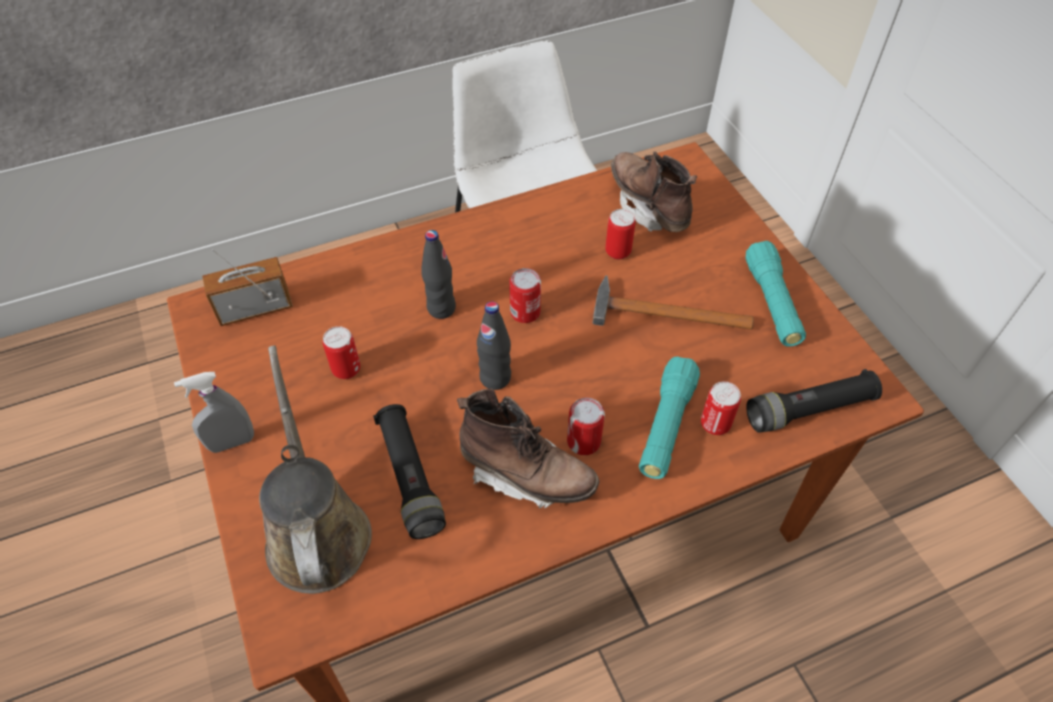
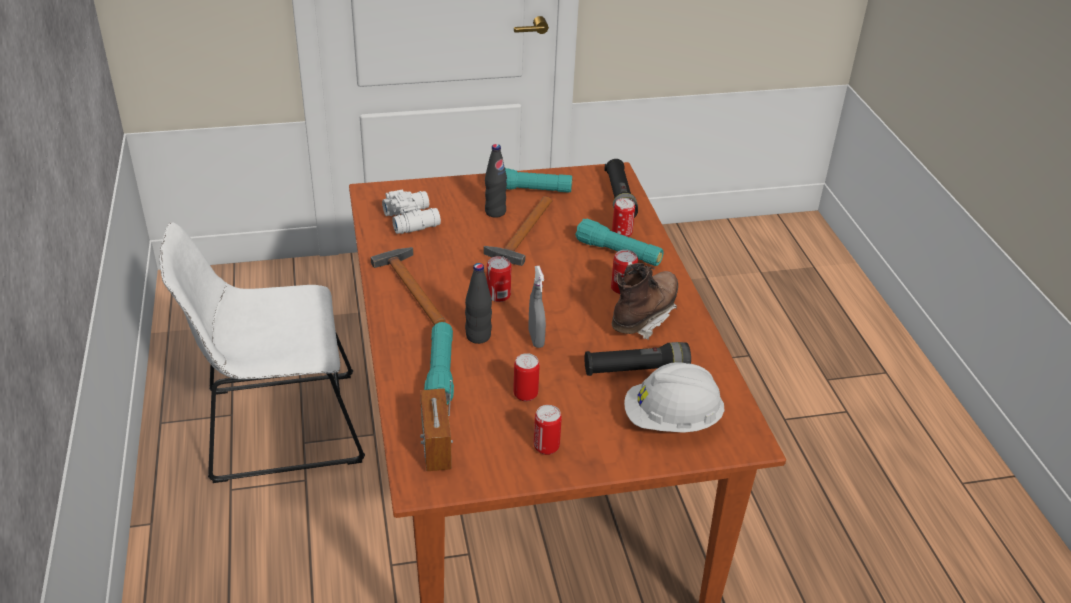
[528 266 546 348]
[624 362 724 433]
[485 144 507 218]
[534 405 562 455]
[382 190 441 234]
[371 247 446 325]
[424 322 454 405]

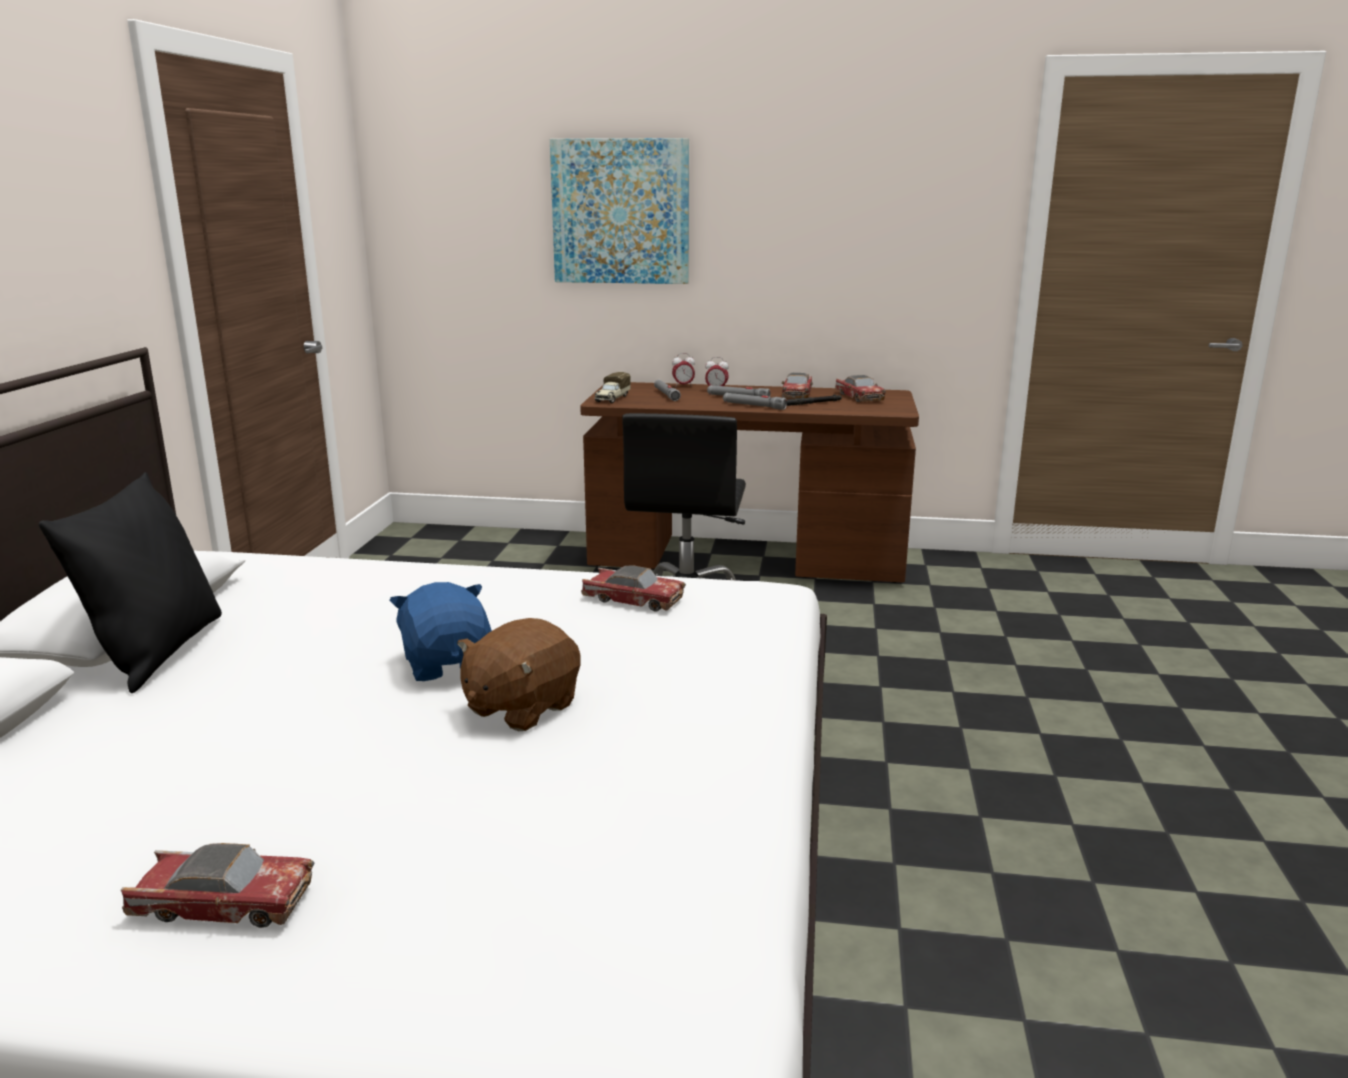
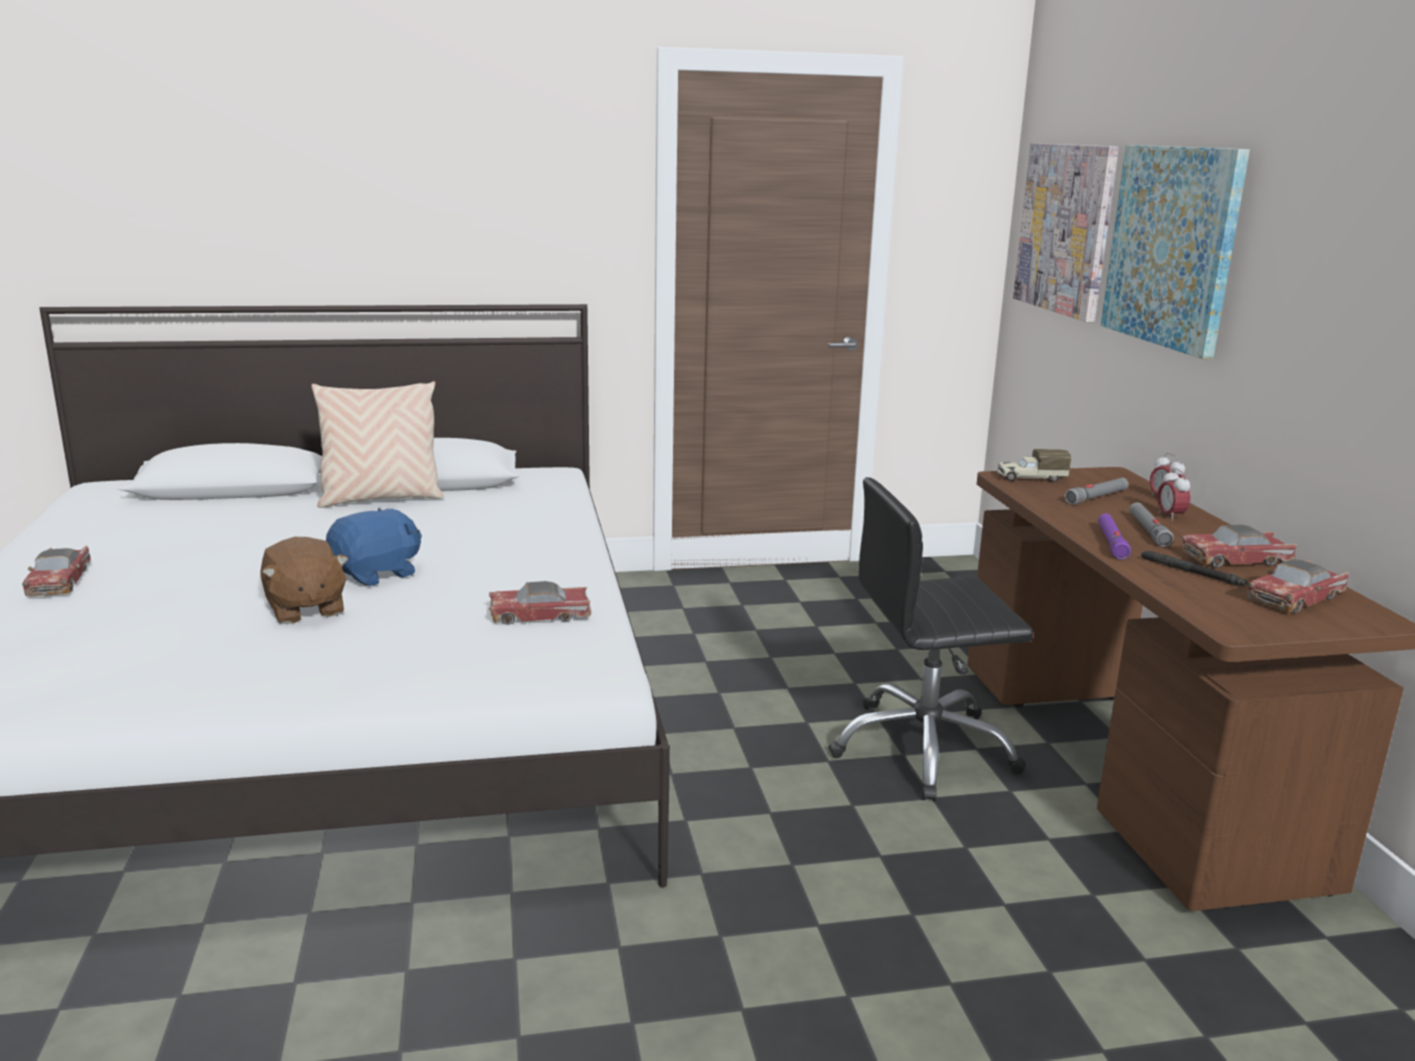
[311 381 444 508]
[260 537 349 624]
[489 581 591 625]
[1098 513 1131 560]
[1013 143 1119 322]

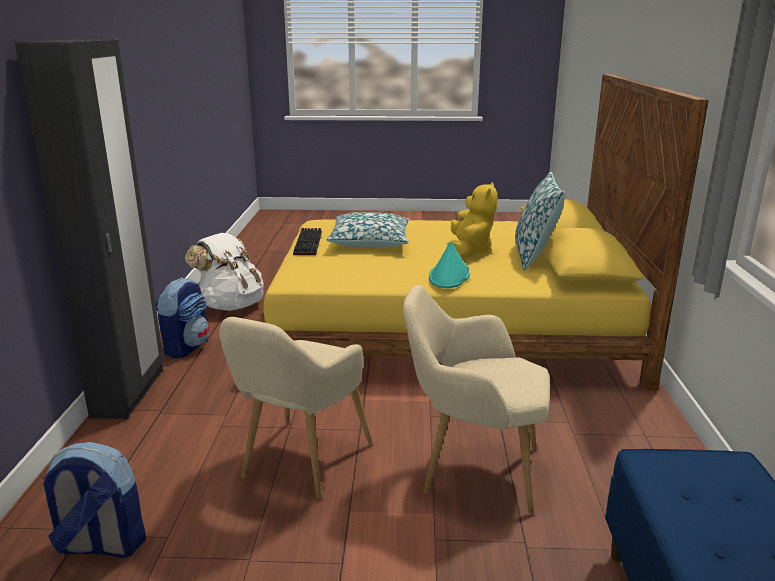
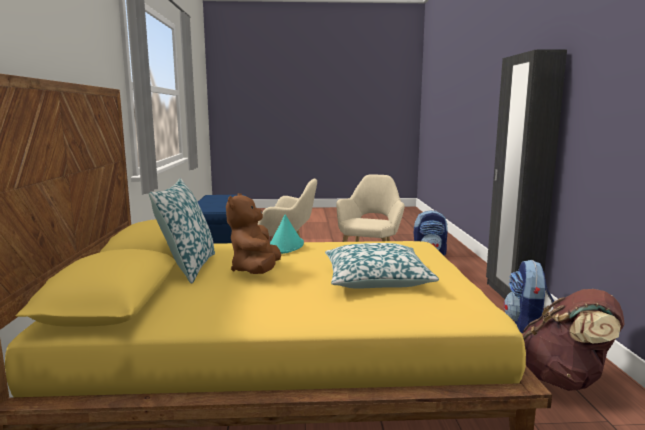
[523 289 625 391]
[293 228 322 255] (first image)
[226 193 281 274]

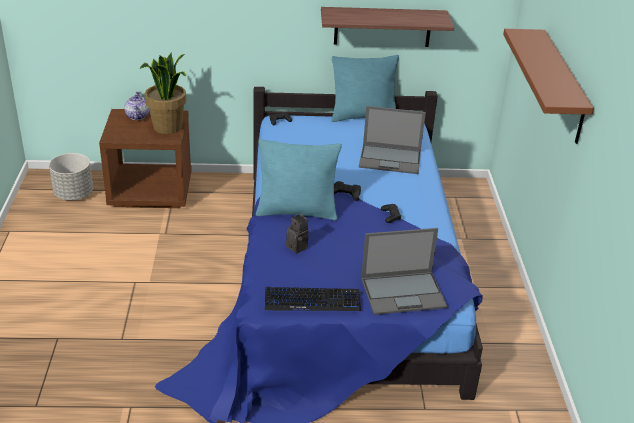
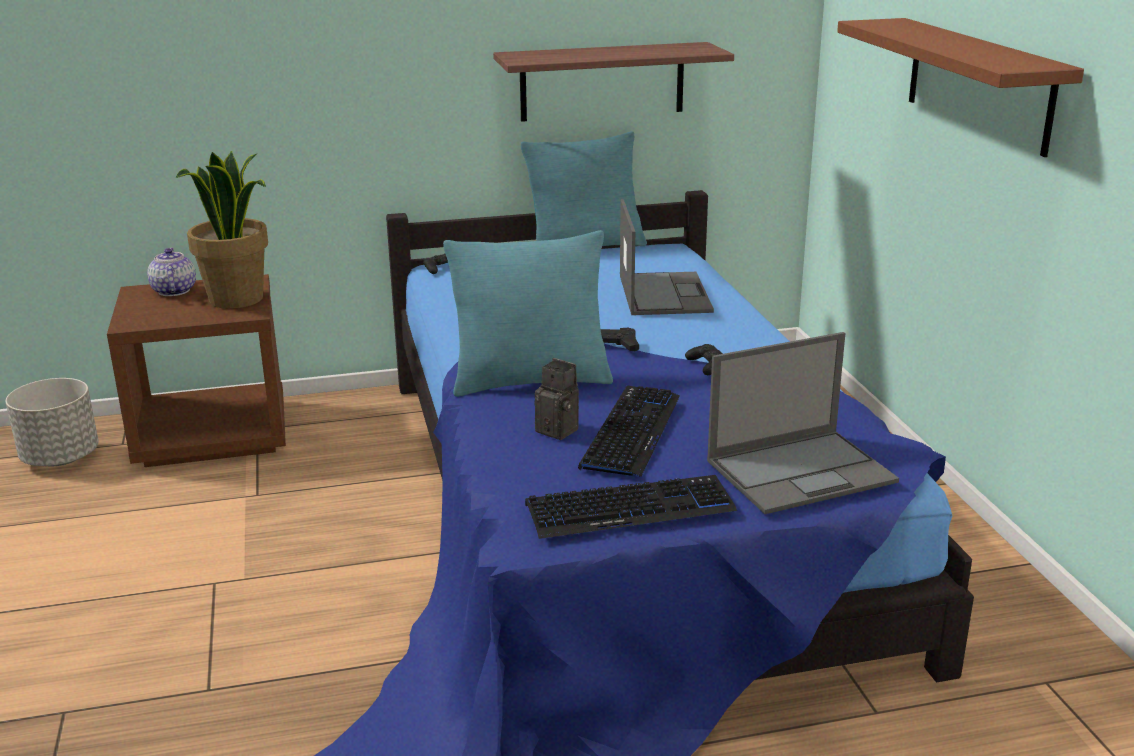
[620 199 714 315]
[578 386 680 477]

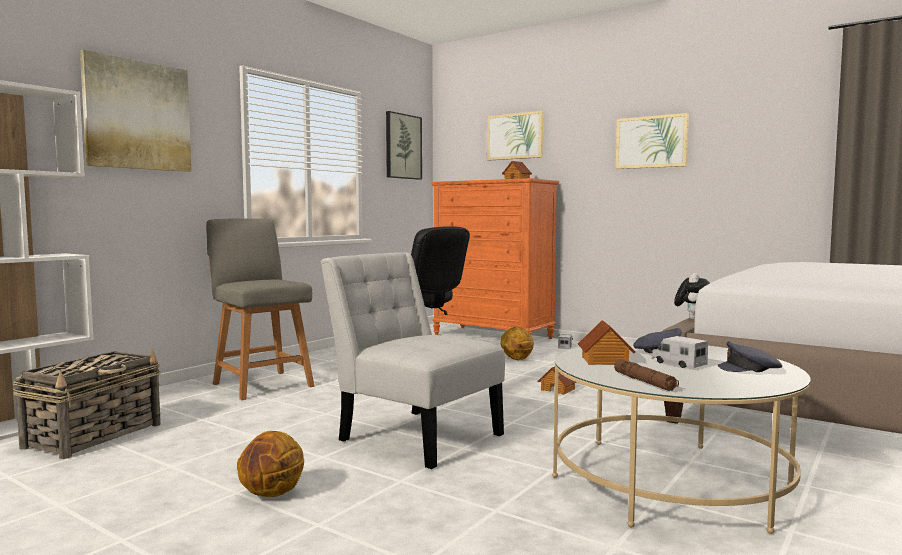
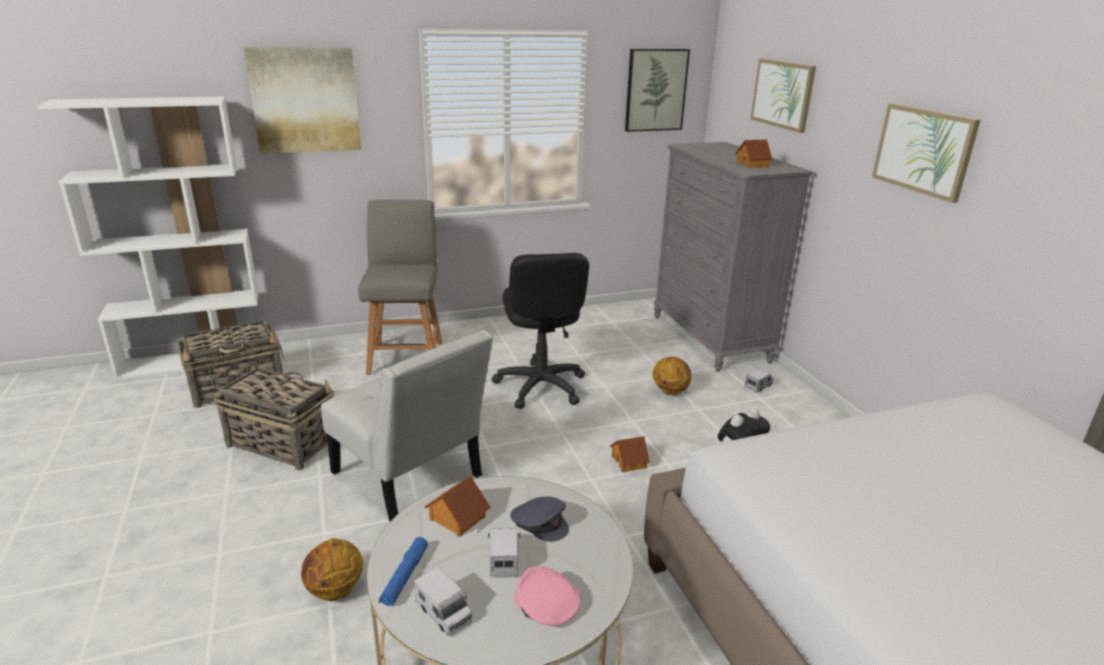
[301 538 363 601]
[321 330 493 522]
[654 142 813 372]
[378 537 428 606]
[514 566 581 626]
[214 361 335 470]
[414 567 473 636]

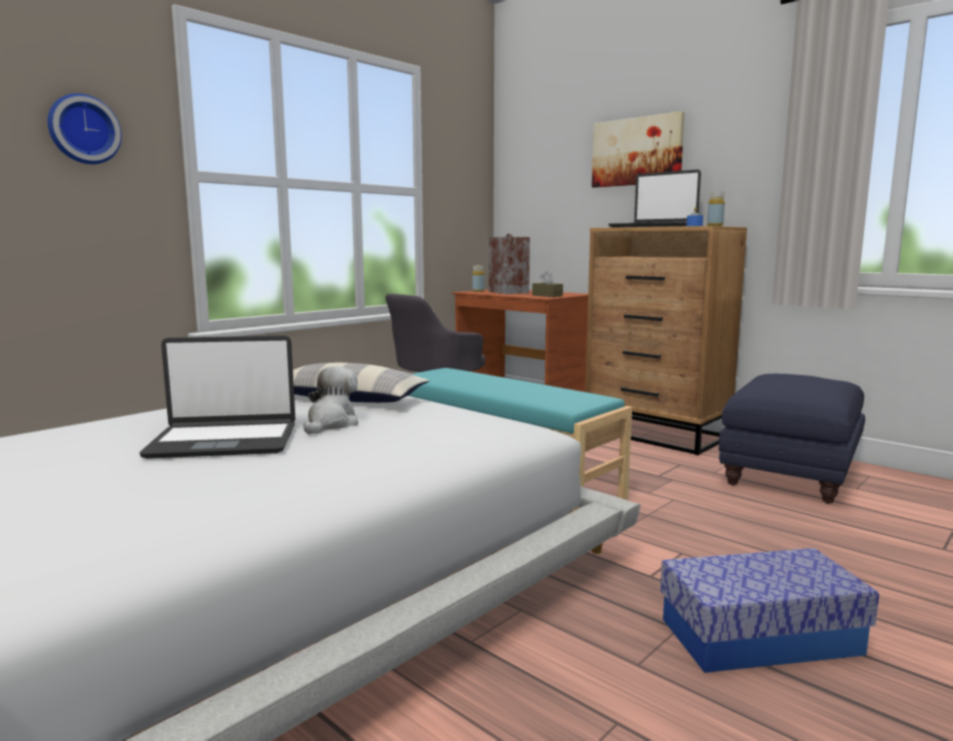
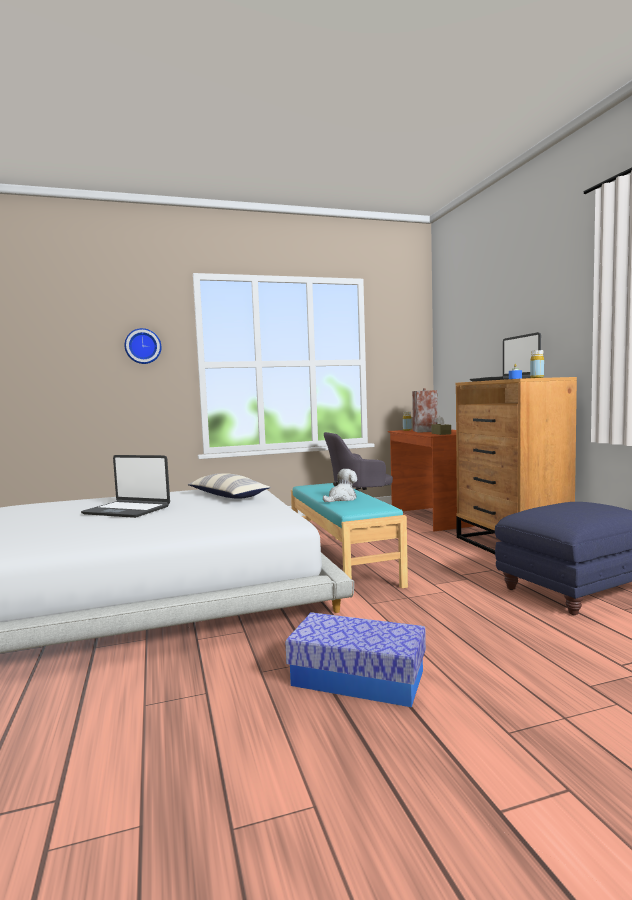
[323 469 357 502]
[592 111 685 188] (first image)

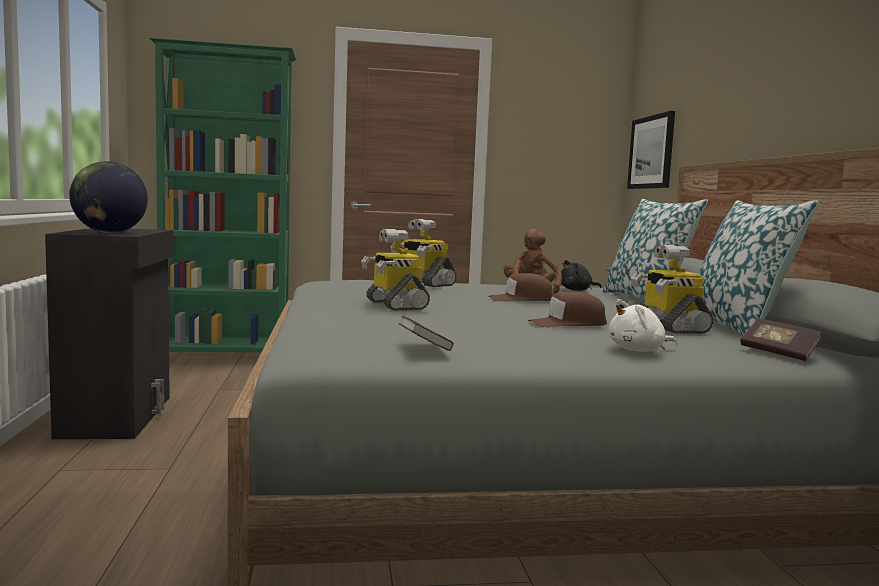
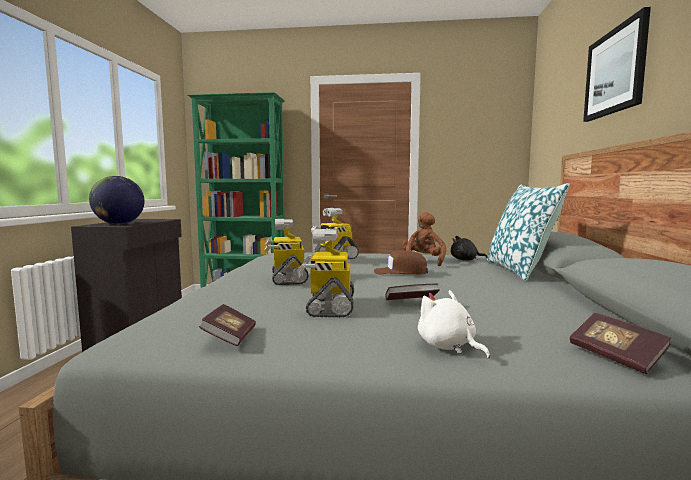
[385 283 440 300]
[418 290 490 358]
[583 7 651 122]
[297 229 354 318]
[686 200 819 335] (first image)

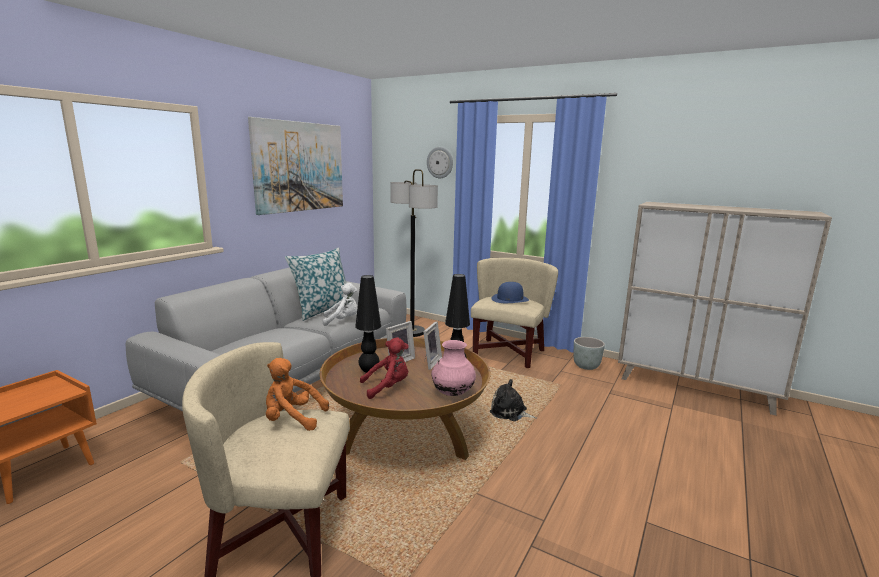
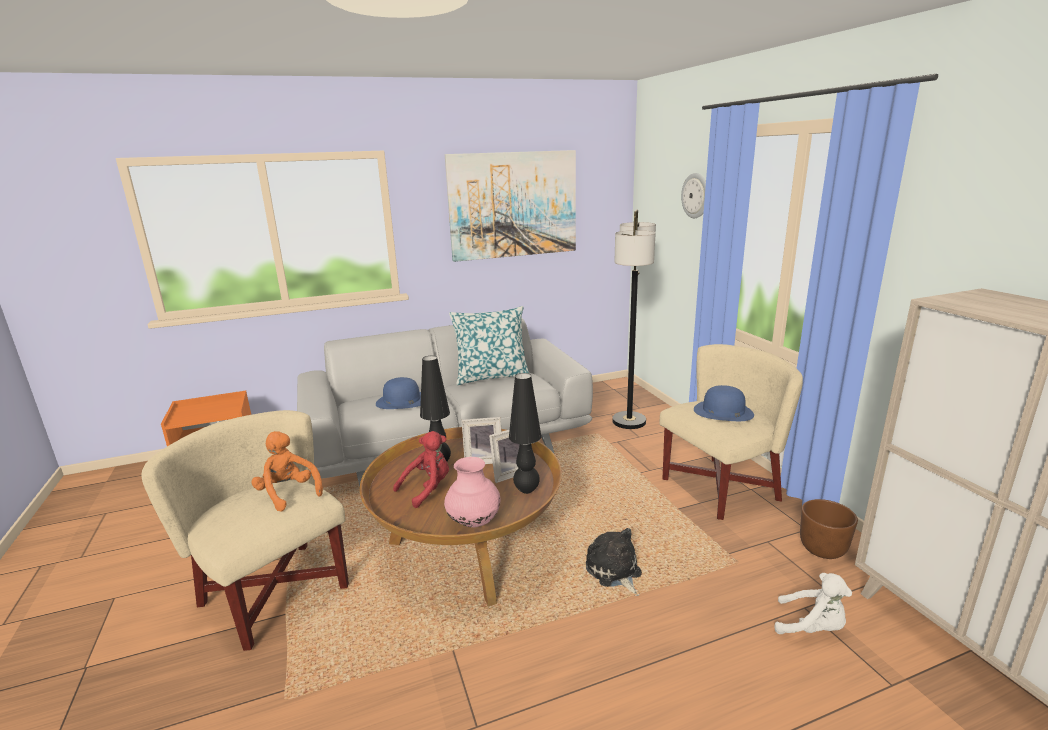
[775 573 852 634]
[393 431 449 508]
[800 499 858 559]
[376 377 421 409]

